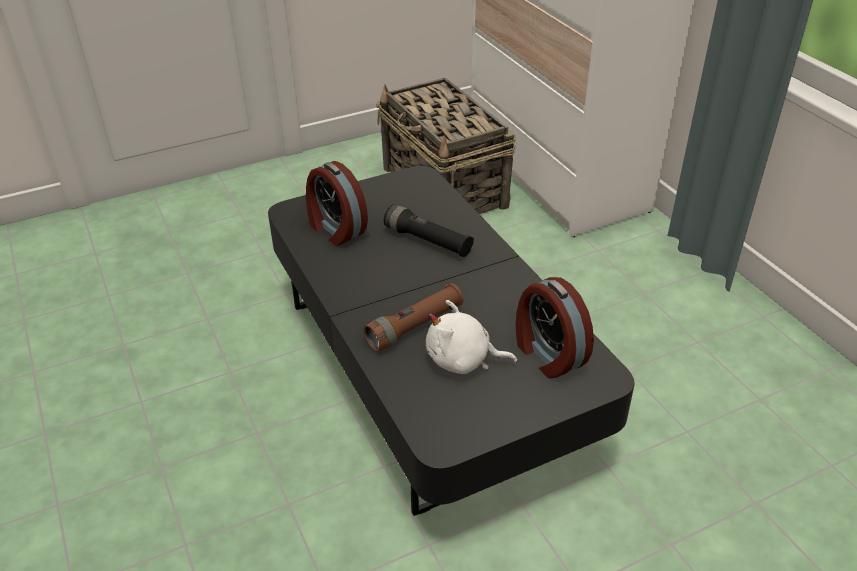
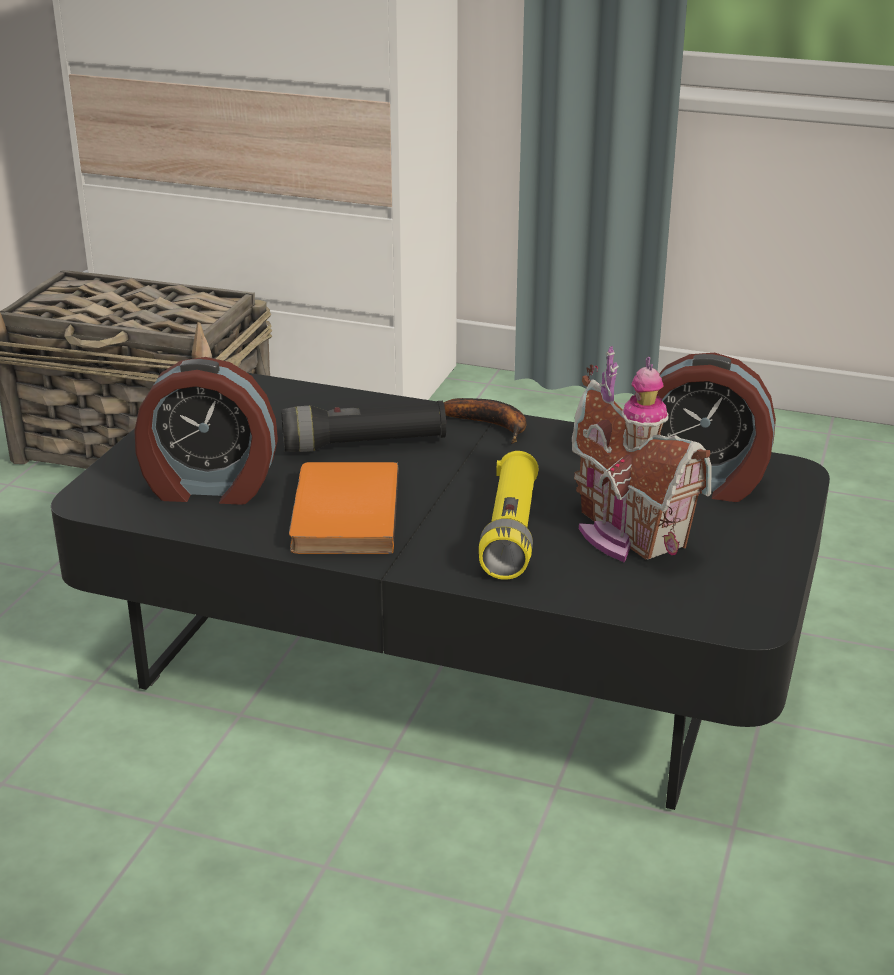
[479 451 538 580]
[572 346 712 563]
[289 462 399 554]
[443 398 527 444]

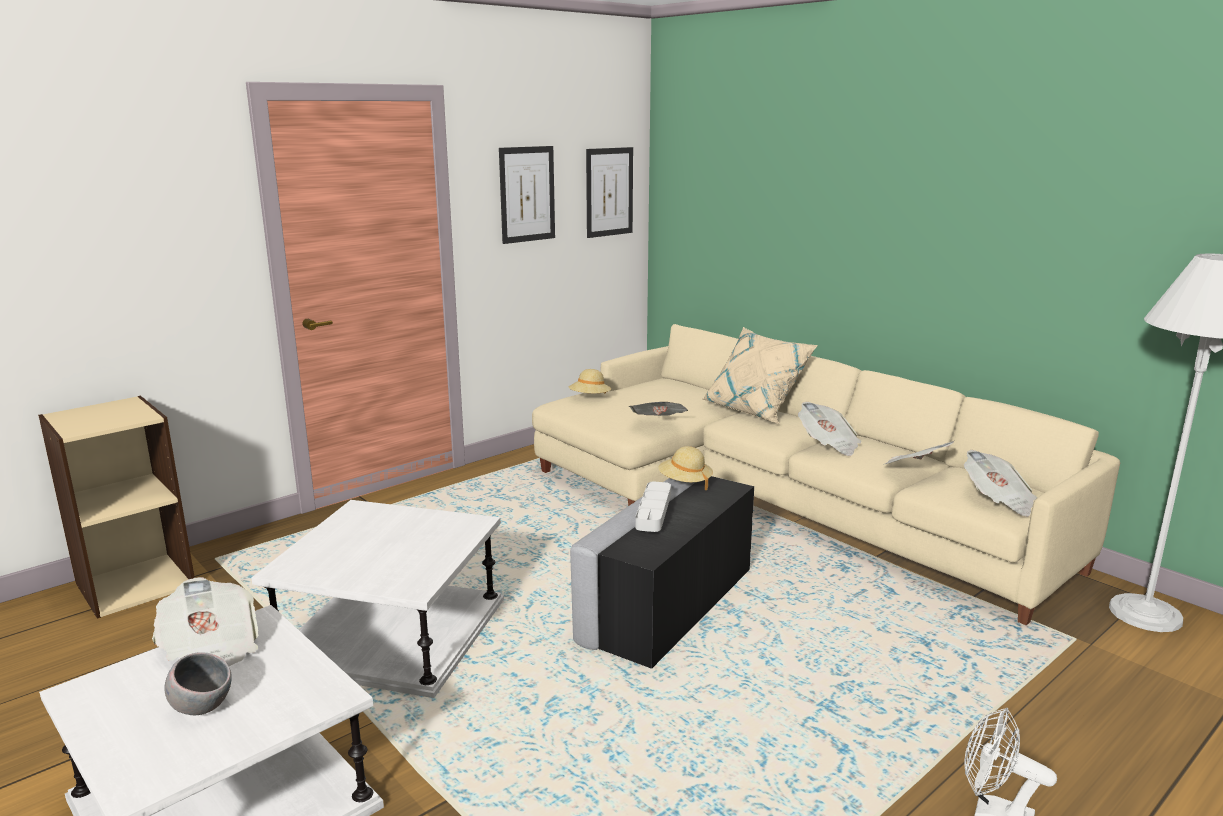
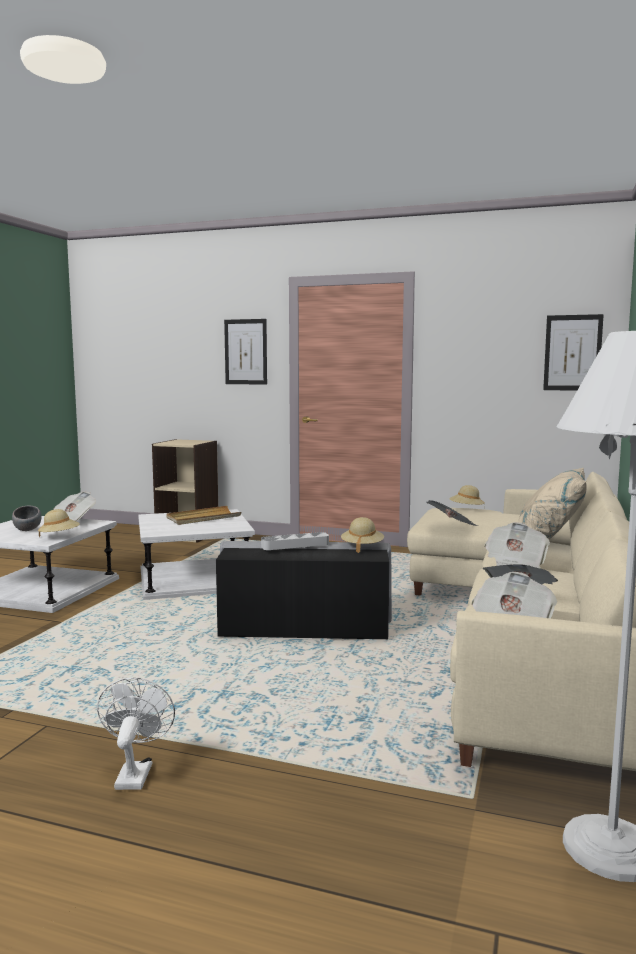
[224 319 267 385]
[38 509 80 537]
[166 506 241 525]

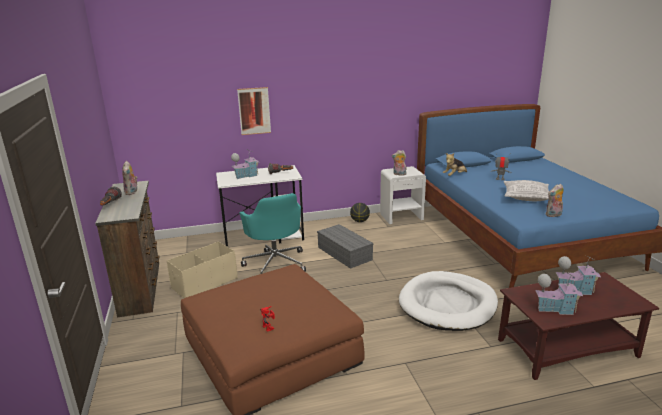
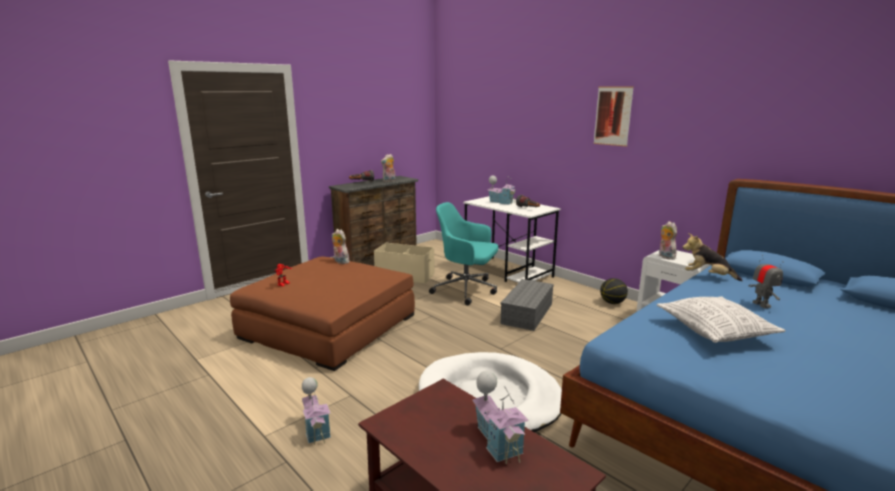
[593 86 634 147]
[429 202 498 305]
[302 377 331 445]
[332 229 349 264]

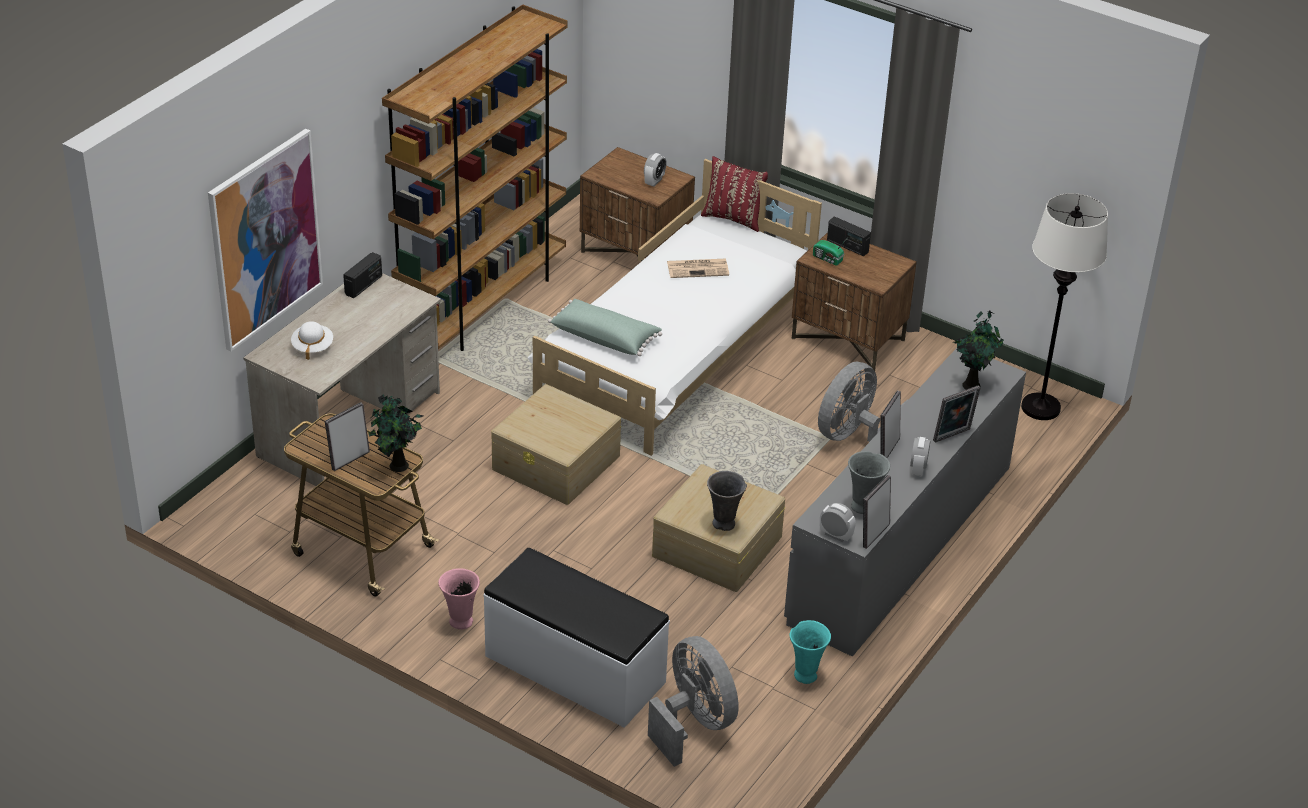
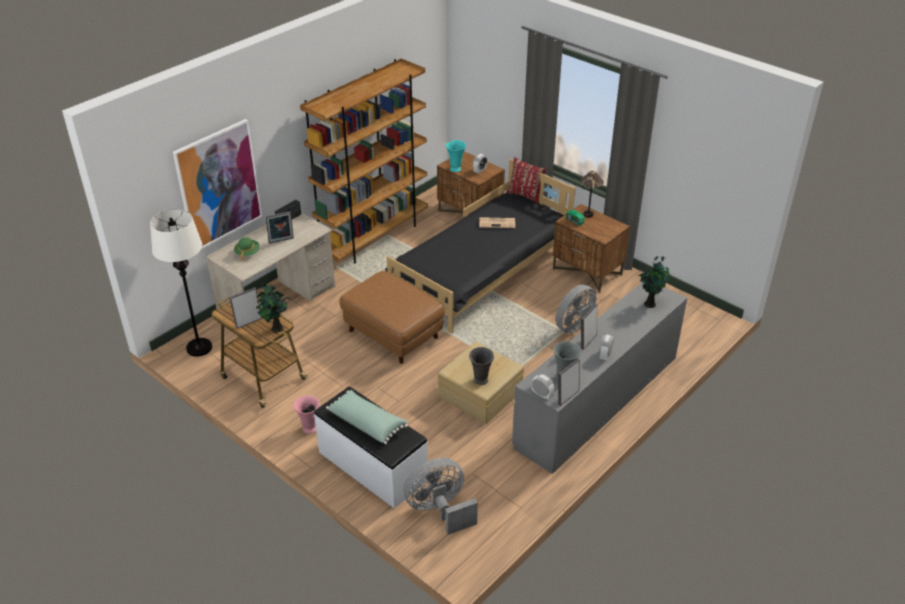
[234 237 260 261]
[339 271 445 364]
[385 159 575 334]
[326 390 408 444]
[403 458 478 535]
[446 140 466 172]
[580 171 604 217]
[266 211 294 244]
[150 209 212 357]

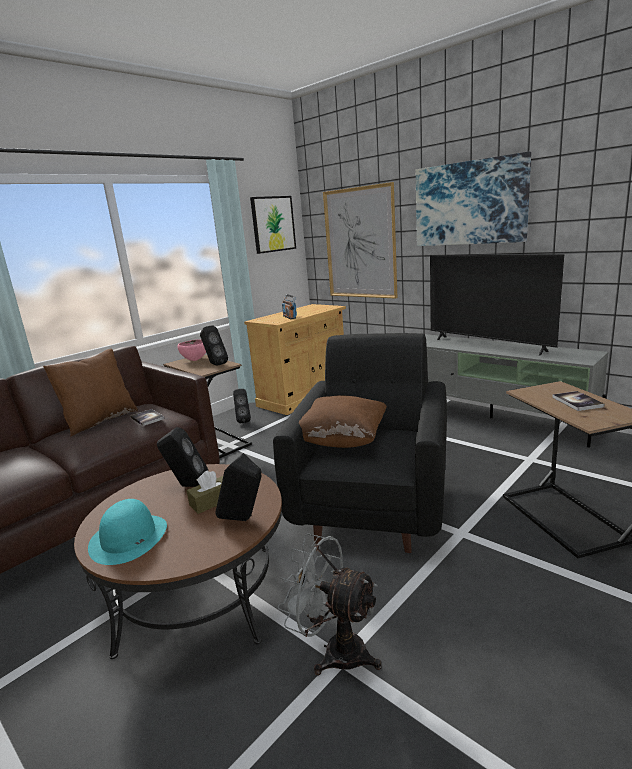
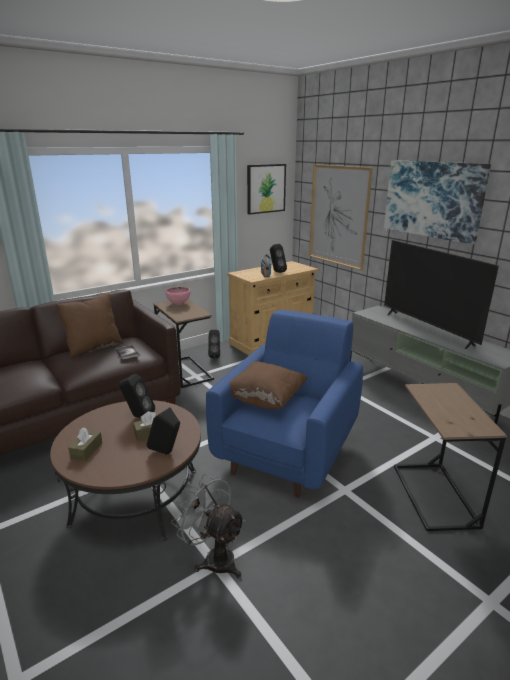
[68 427 102 462]
[270 244 287 273]
[206 310 363 498]
[552 391 605 411] (first image)

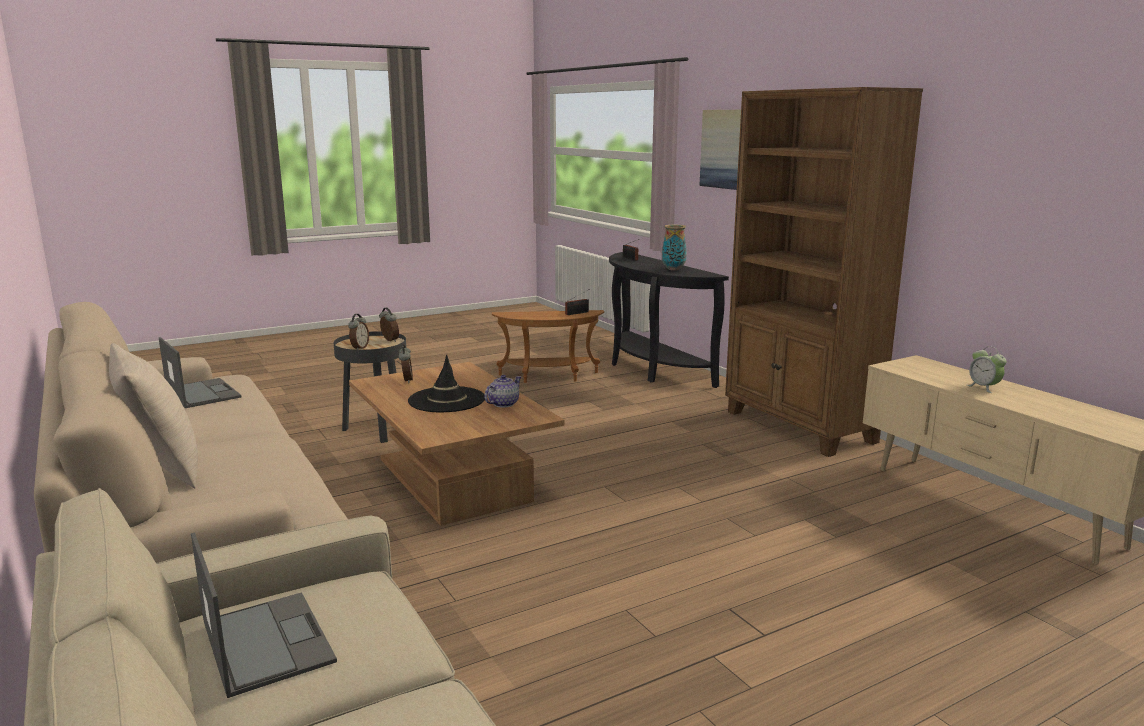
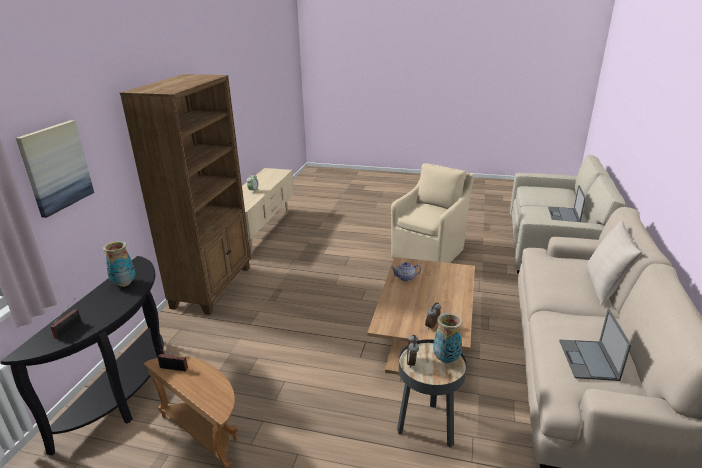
[433 313 463 363]
[408 355 485 412] (first image)
[391 163 474 263]

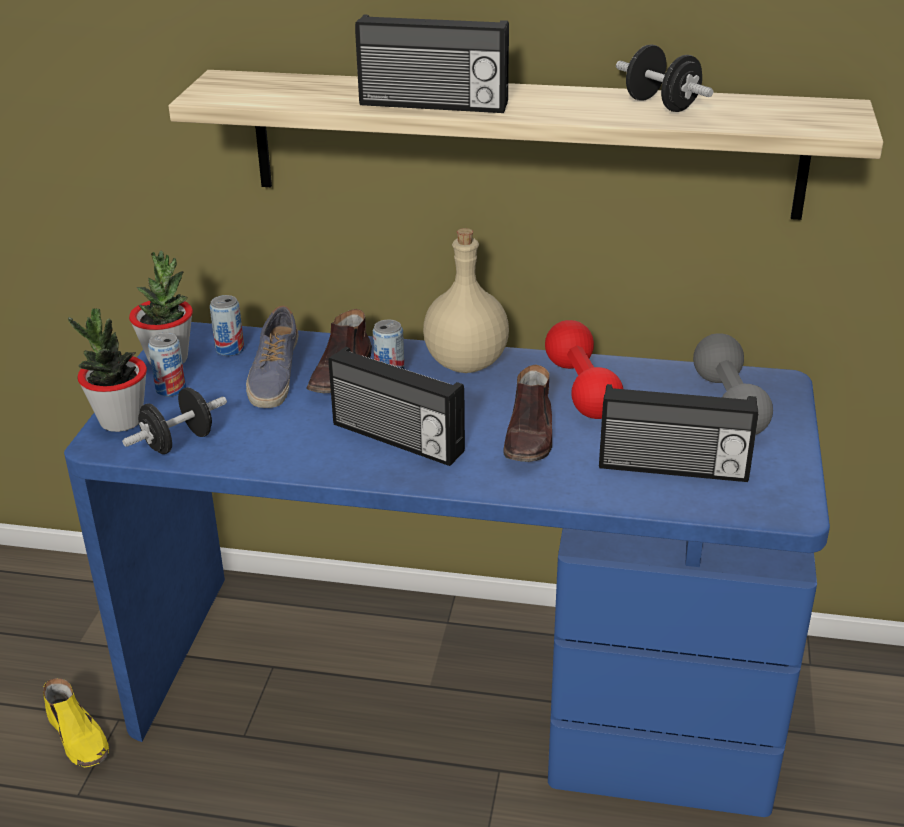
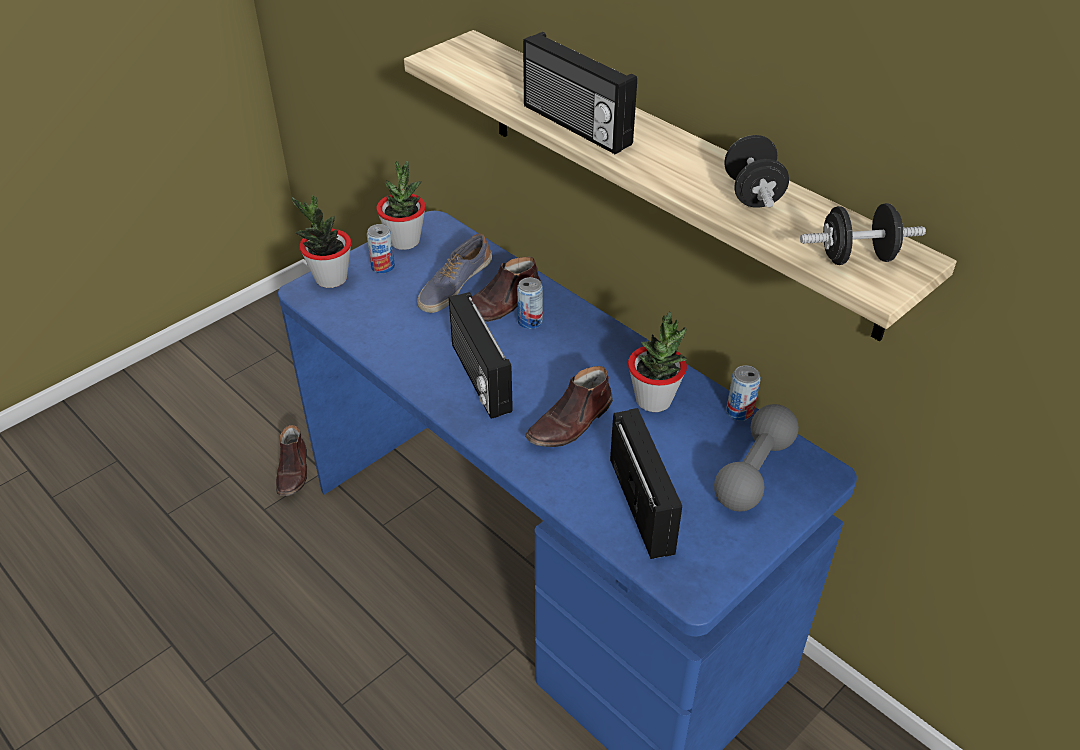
[276 425 307 496]
[800 203 926 265]
[726 365 761 421]
[423 228 509 373] (first image)
[628 312 687 412]
[610 408 682 559]

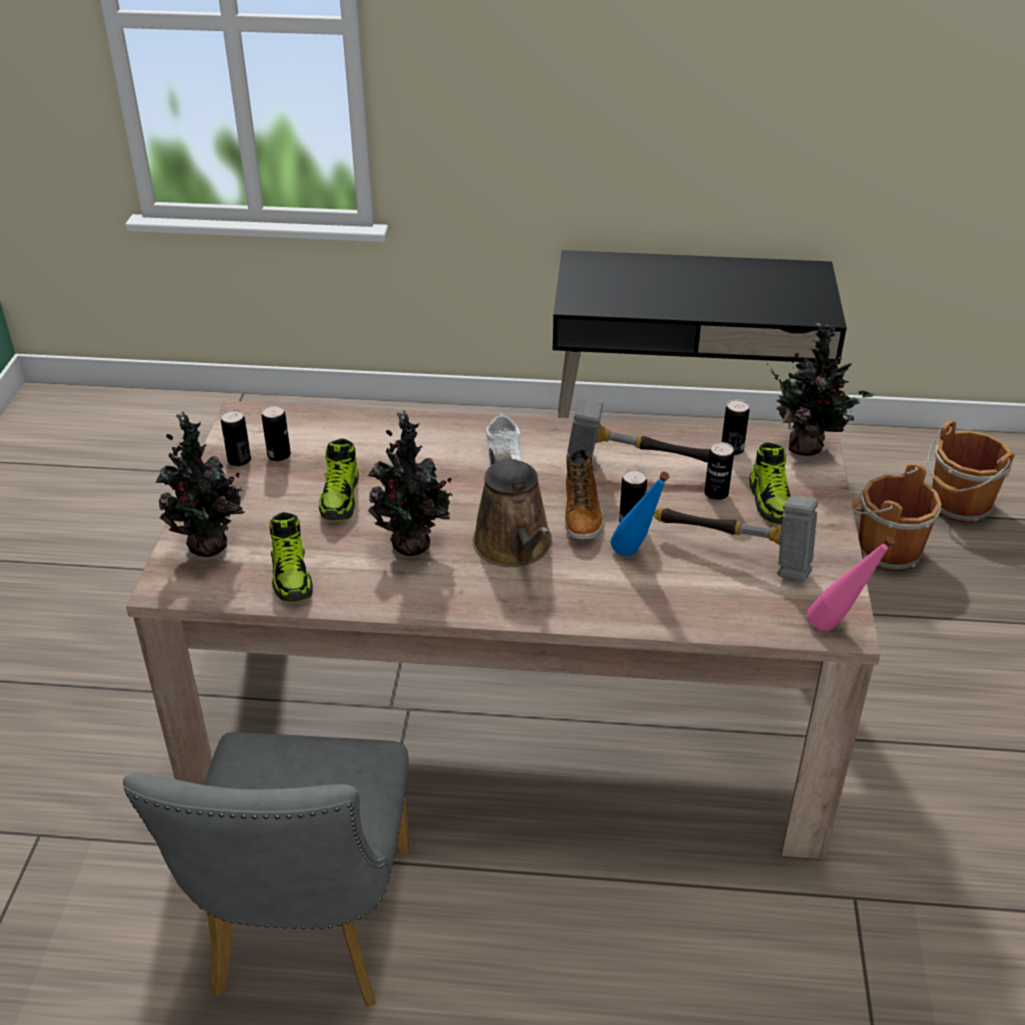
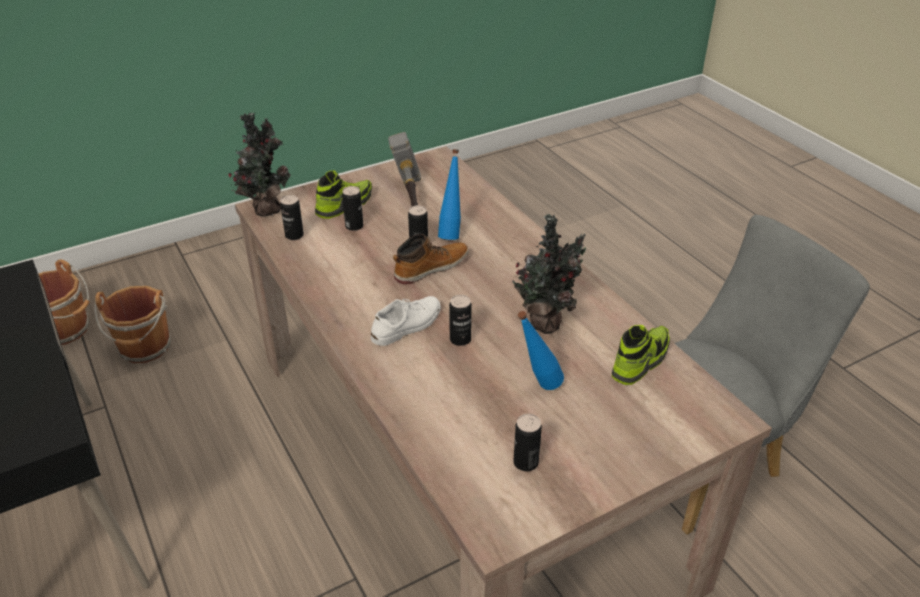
[155 411 245 557] (first image)
[449 295 472 346]
[518 311 564 390]
[472 445 552 567] (first image)
[566 397 710 462] (first image)
[807 536 895 631] (first image)

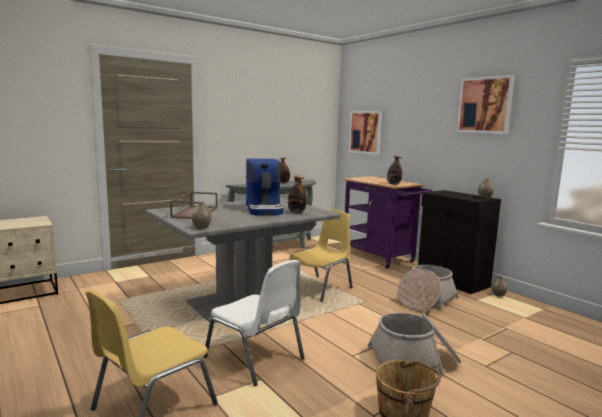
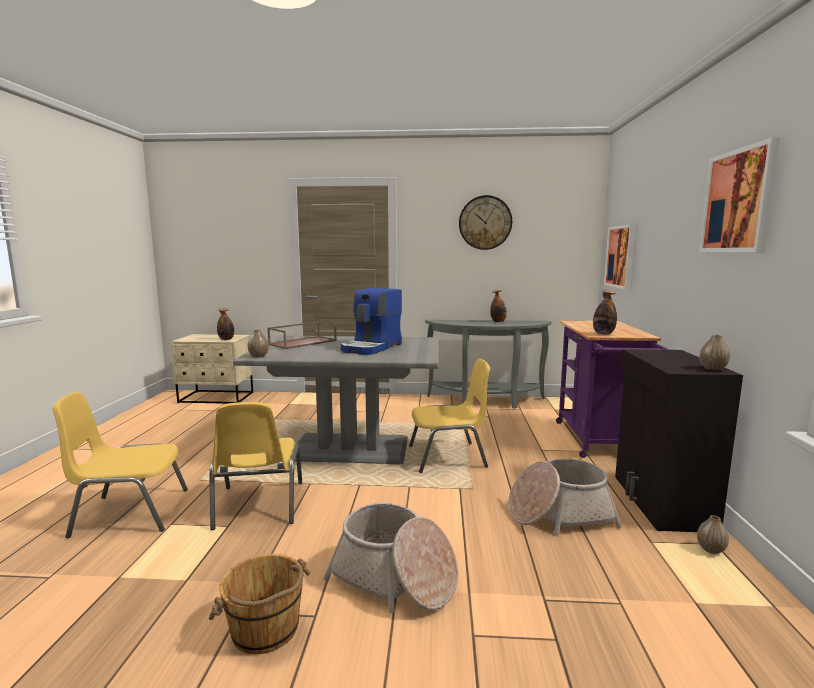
[209 402 302 530]
[217 308 234 340]
[459 195 512 250]

